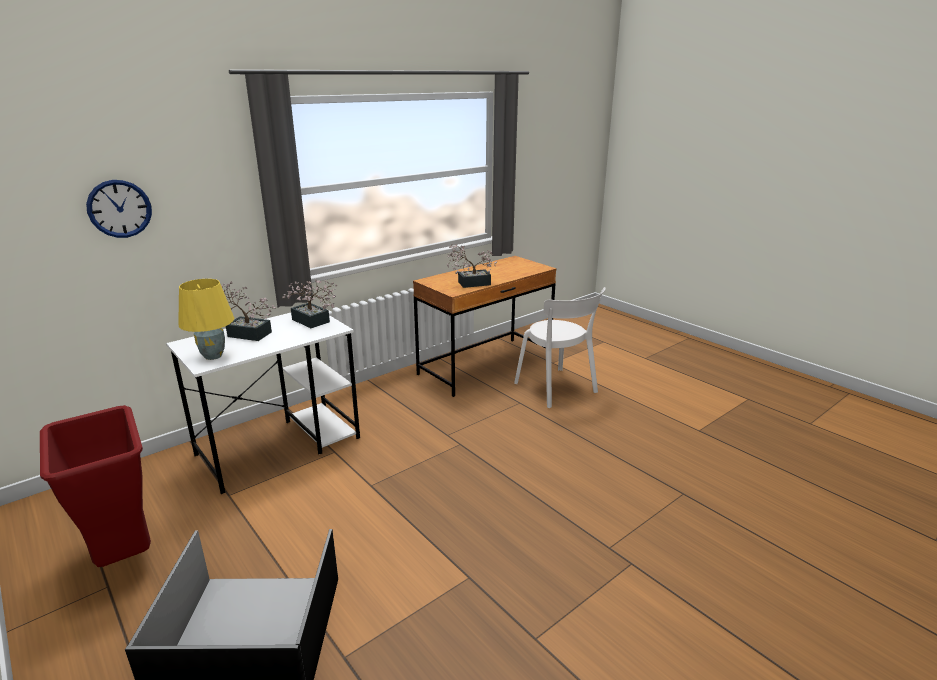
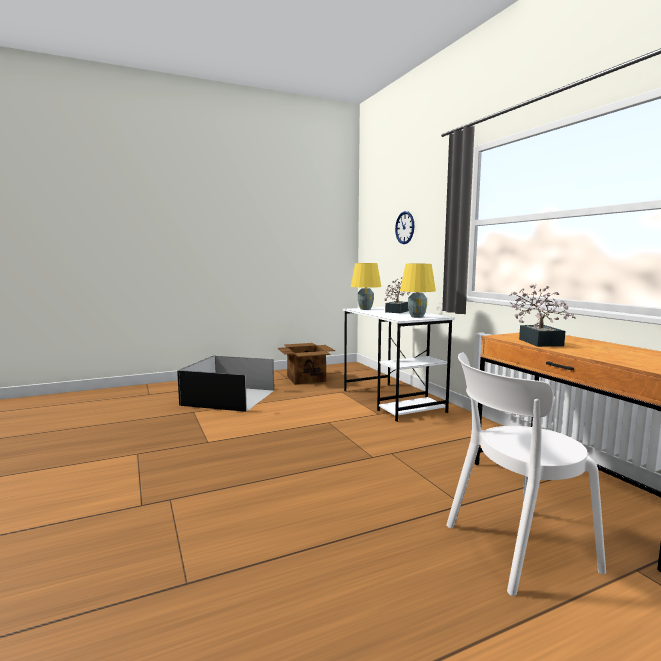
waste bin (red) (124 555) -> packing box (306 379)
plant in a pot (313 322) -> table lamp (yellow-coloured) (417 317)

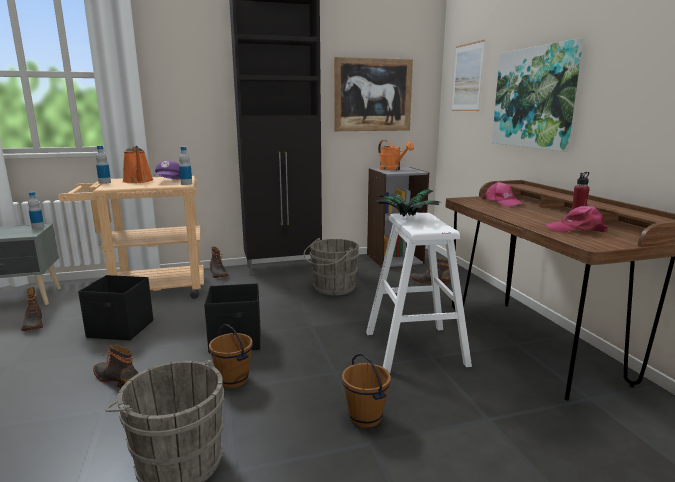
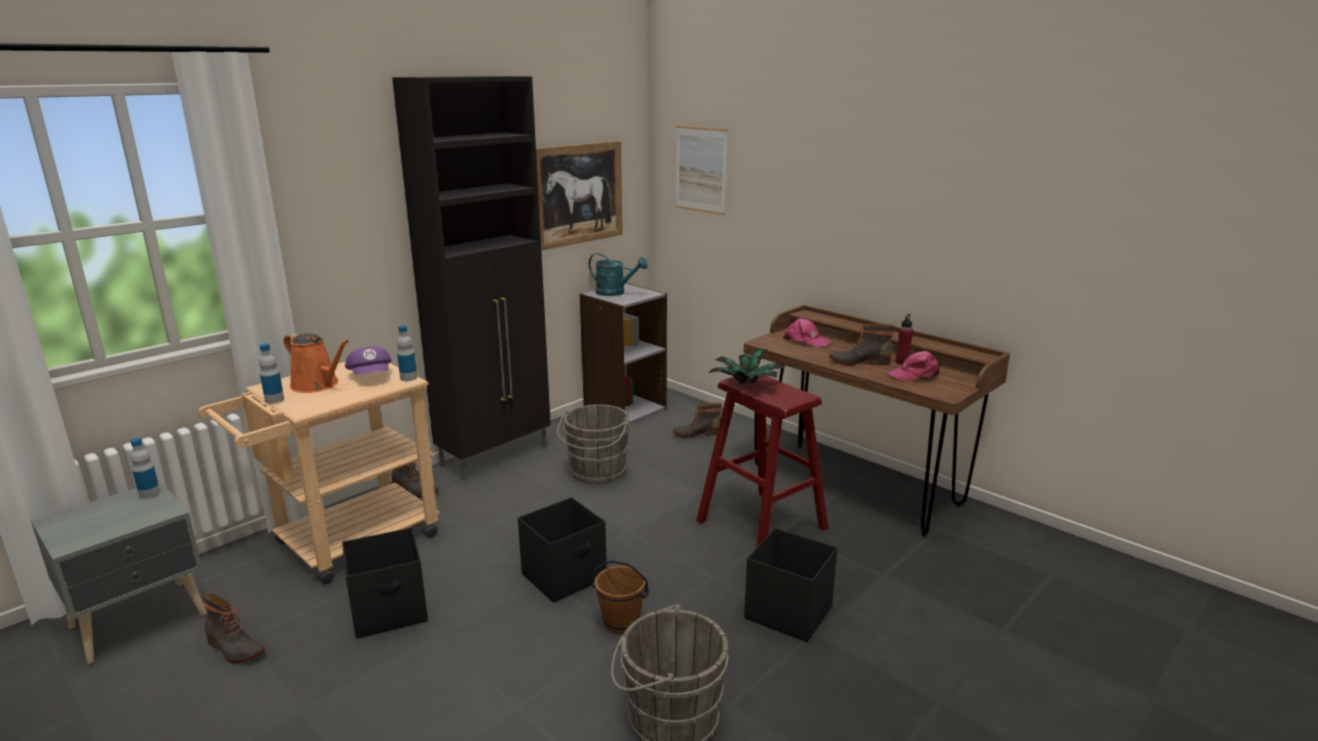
wall art (534 98) -> none
high-top boot (118 379) -> high-top boot (859 361), relocated
pail (brown-coloured) (364 417) -> storage container (blackish) (787 612)
sitting stool (white-coloured) (415 348) -> sitting stool (red) (761 524)
watering pot (orange-coloured) (393 169) -> watering pot (turquoise) (615 293)

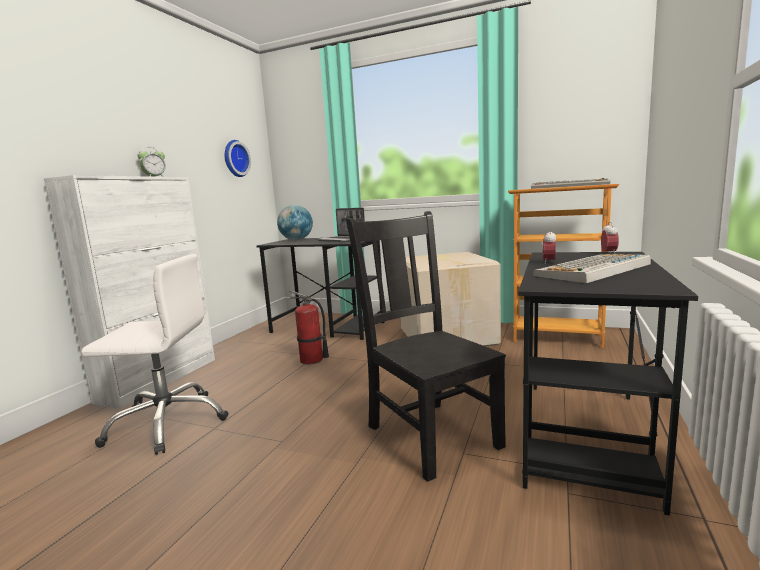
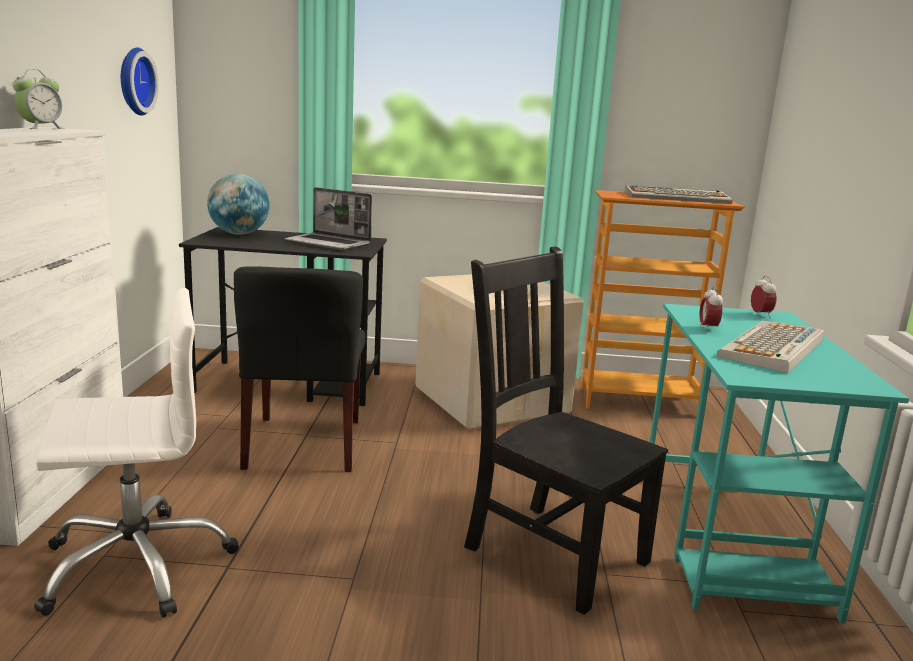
extinguisher (311 360) -> chair (blackish) (304 444)
desk unit (blackish) (585 436) -> desk unit (turquoise) (730 541)

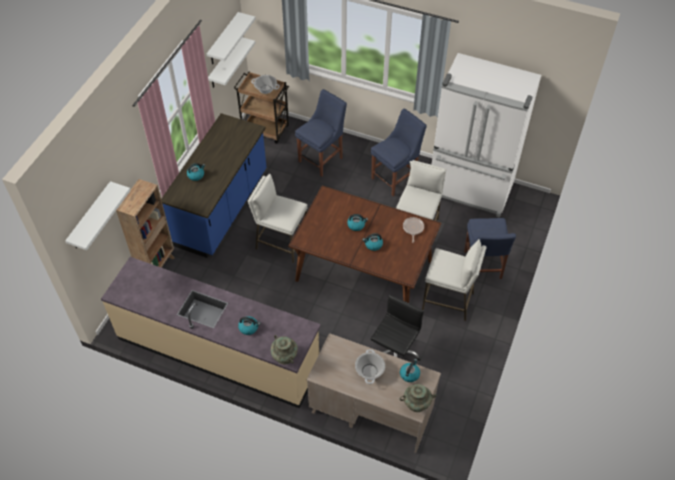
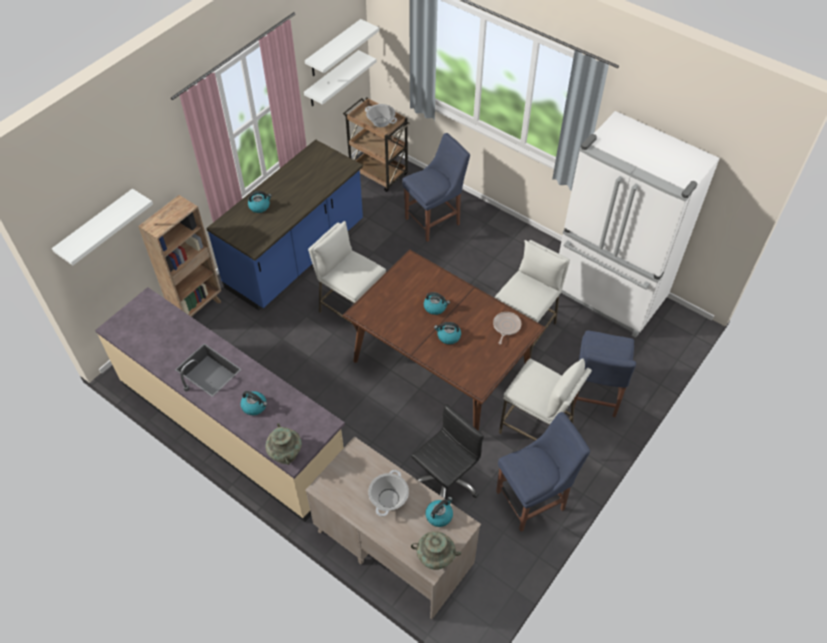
chair (bluish) (395 178) -> chair (bluish) (533 499), relocated

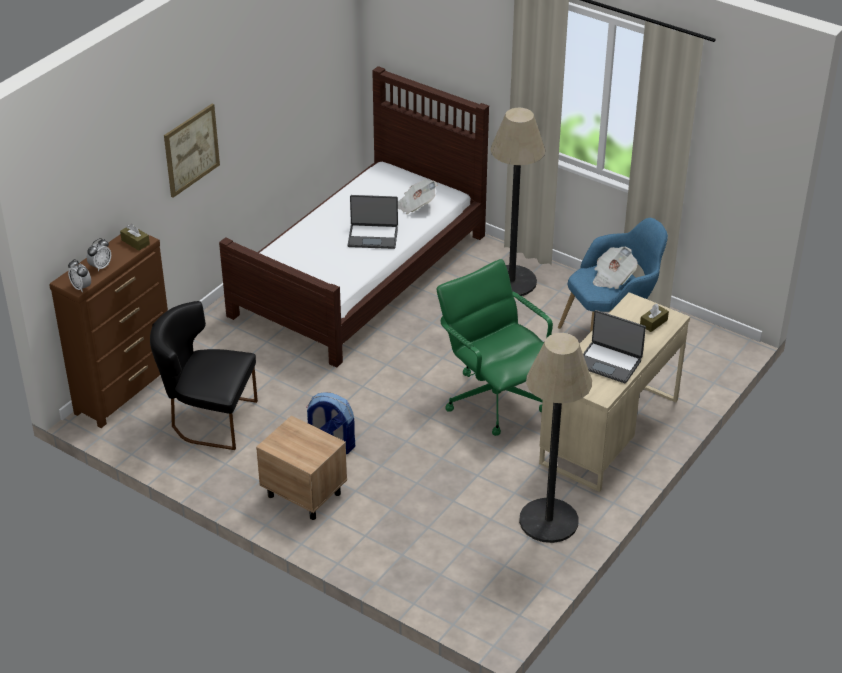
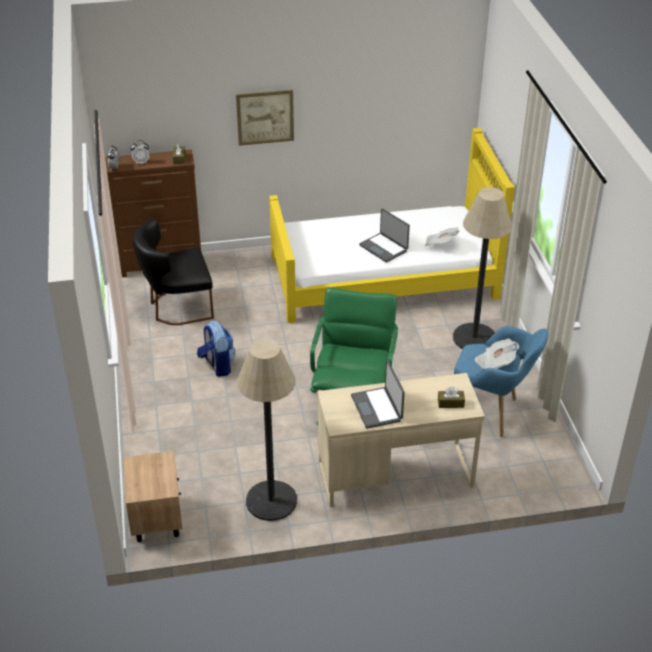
night table (beige-coloured) (303 494) -> night table (beige-coloured) (156 518), relocated
sleeping bed (brown-coloured) (360 274) -> sleeping bed (yellow-coloured) (384 277)
chair (blackish) (208 419) -> chair (blackish) (177 307), 75 degrees counterclockwise

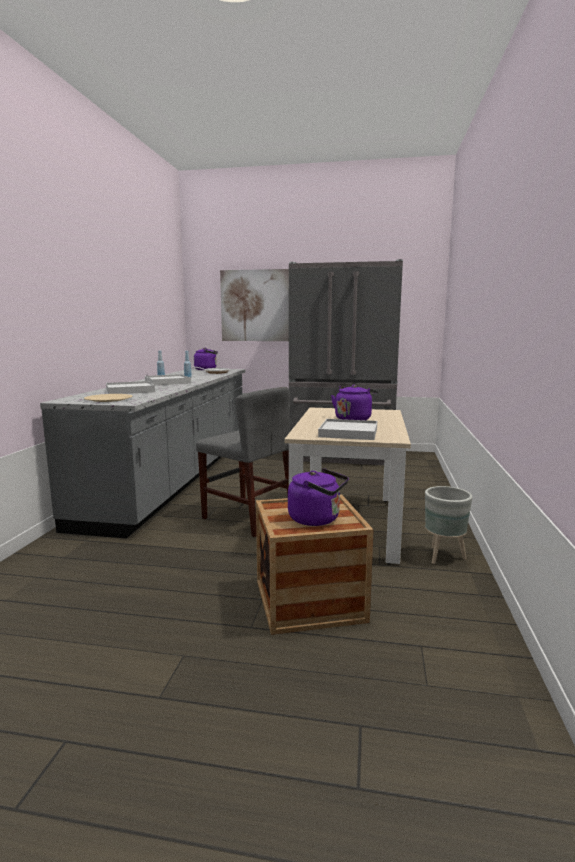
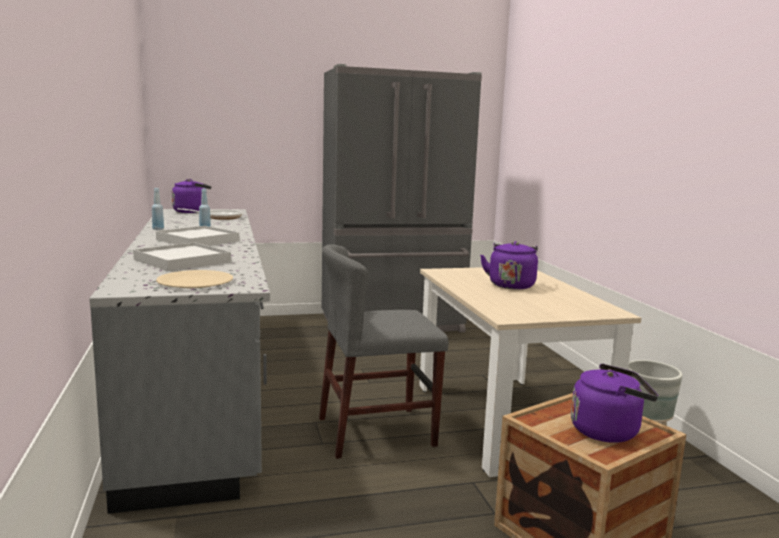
wall art (254 305) -> none
tray (white-coloured) (348 432) -> none
chair (greyish) (248 517) -> chair (greyish) (376 432), 150 degrees clockwise

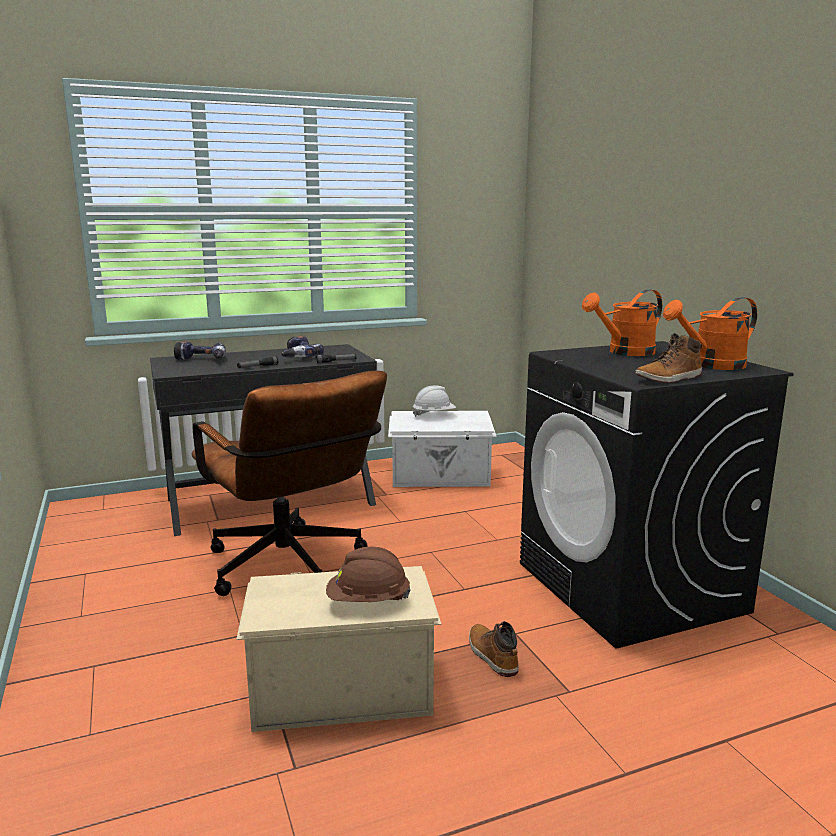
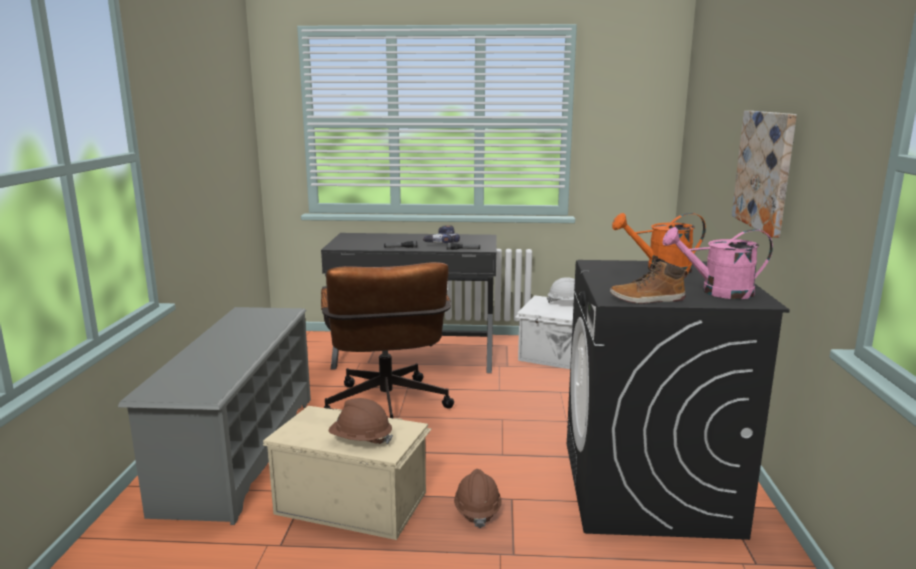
power drill (200 360) -> none
none -> shoe rack (greyish) (239 450)
none -> wall art (765 170)
high-top boot (492 656) -> safety helmet (brown-coloured) (477 510)
watering pot (orange-coloured) (711 365) -> watering pot (pink-coloured) (717 292)

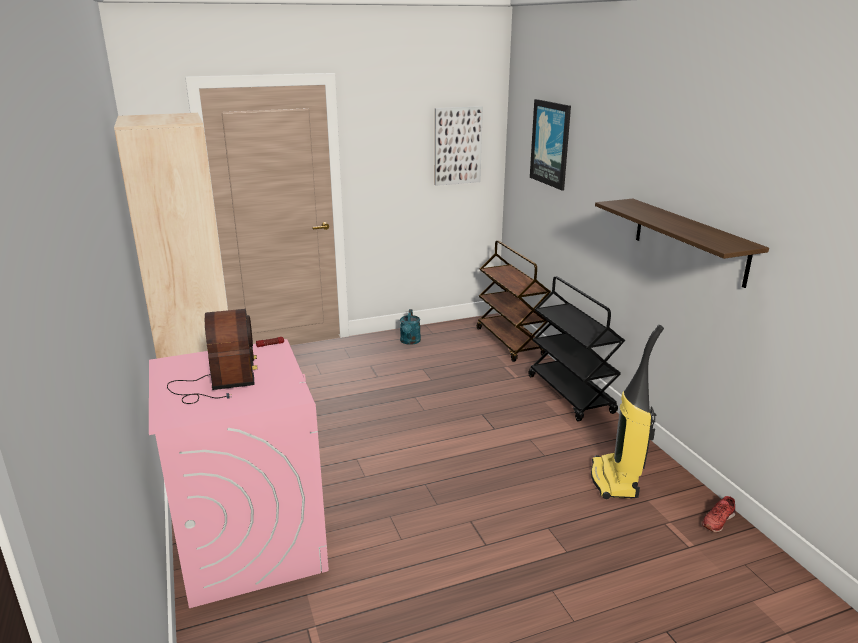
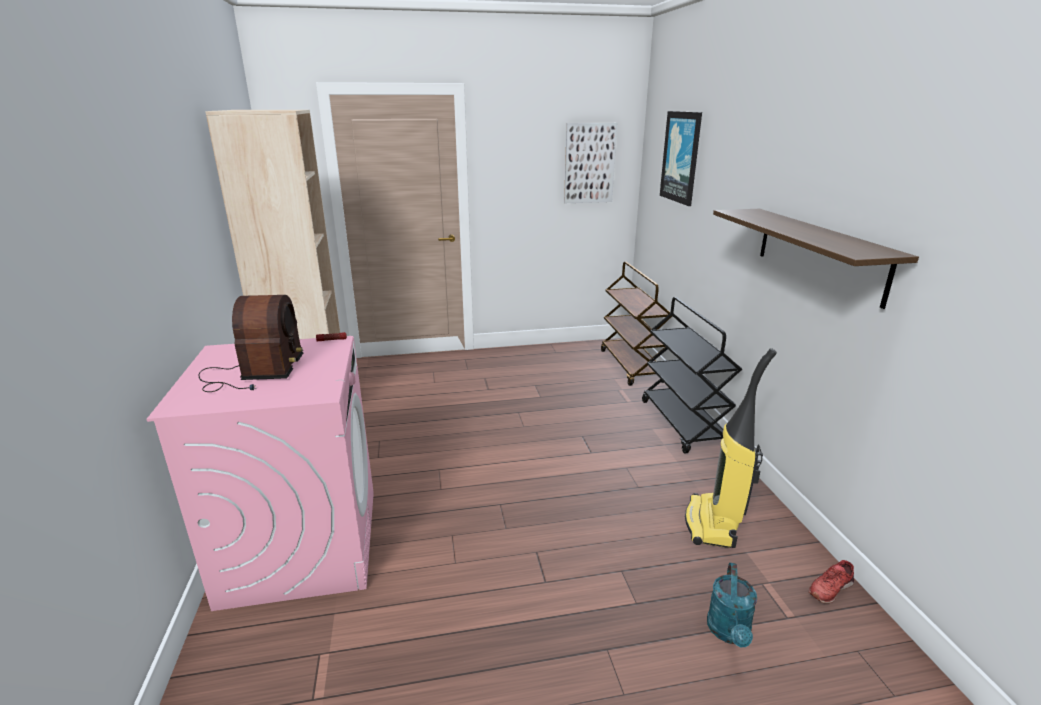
watering pot (turquoise) (410 342) -> watering pot (turquoise) (729 633), relocated

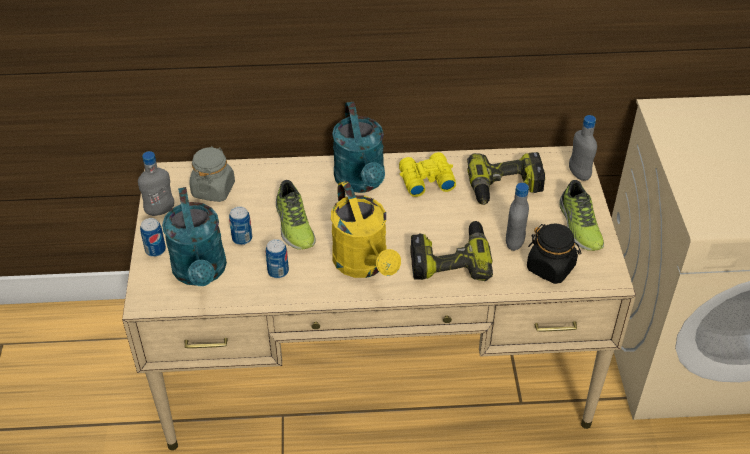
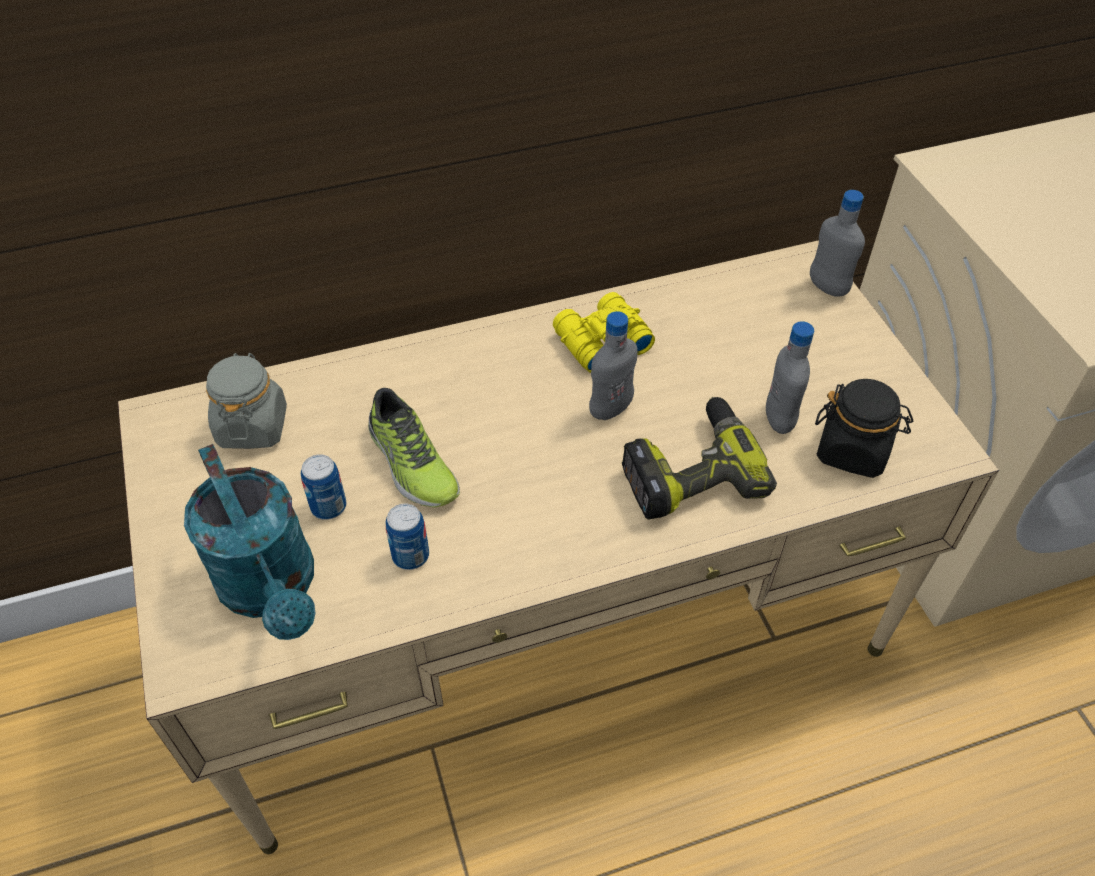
metal can (155 250) -> none
watering pot (yellow-coloured) (364 265) -> none
watering pot (turquoise) (361 182) -> none
power drill (504 188) -> none
shoe (579 226) -> none
bottle (greyish) (160 211) -> bottle (greyish) (610 409), relocated

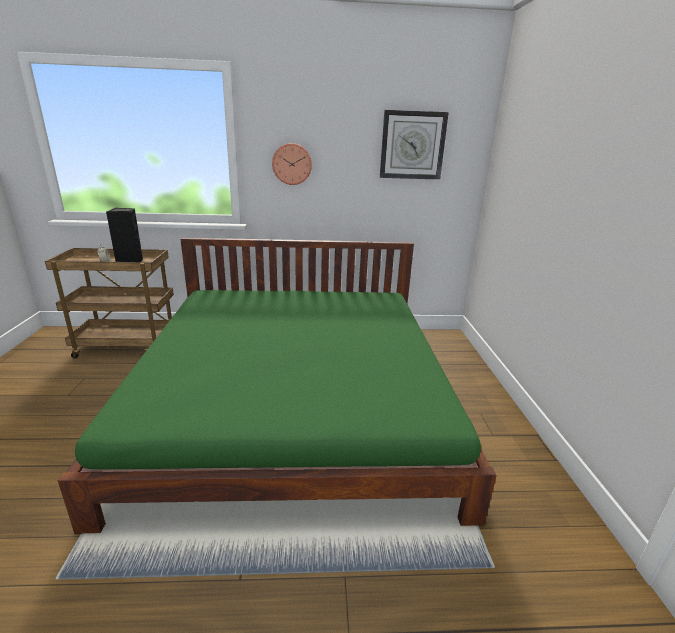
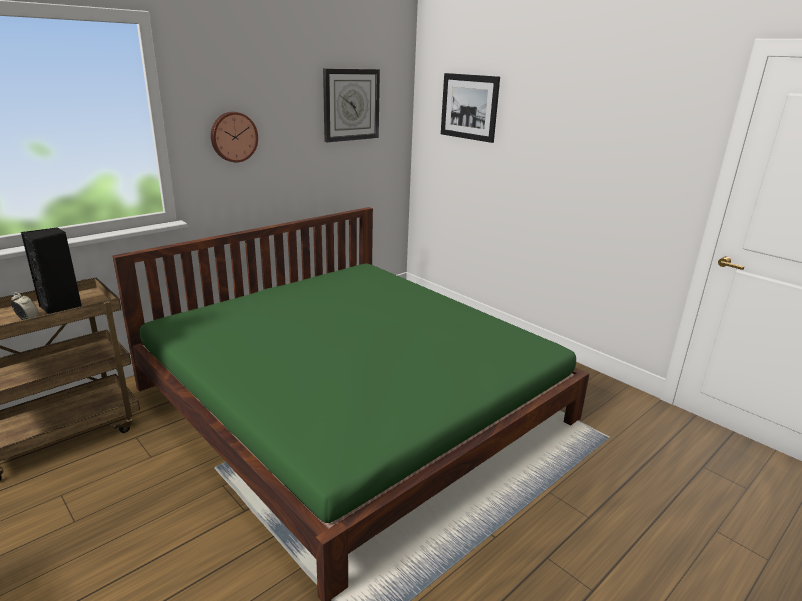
none -> wall art (469 107)

